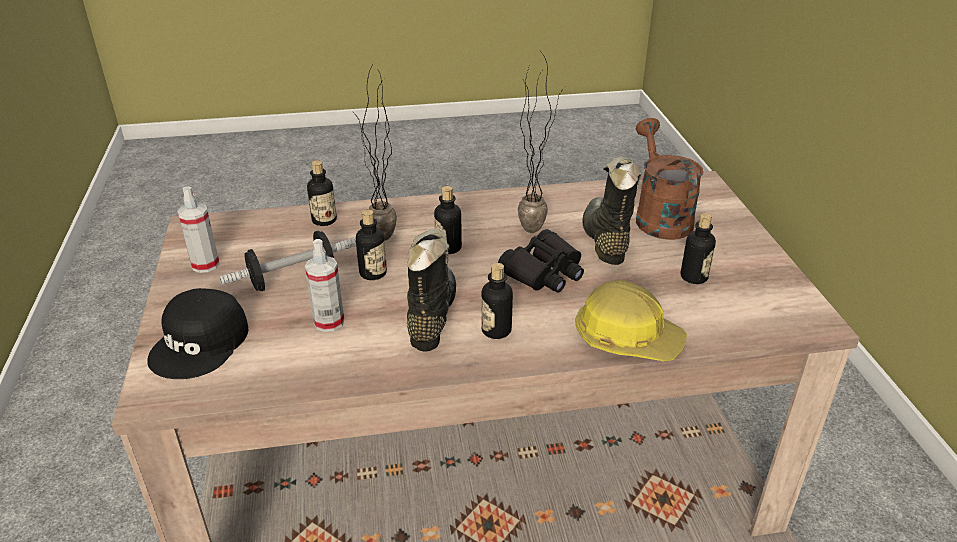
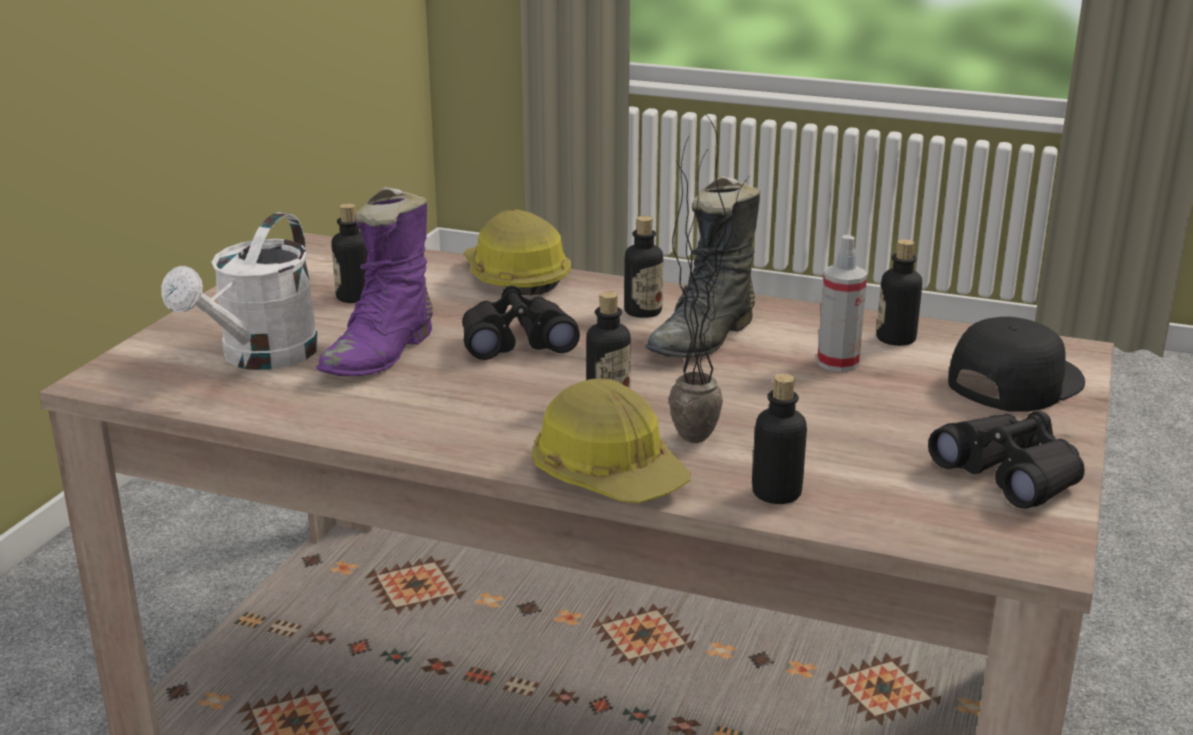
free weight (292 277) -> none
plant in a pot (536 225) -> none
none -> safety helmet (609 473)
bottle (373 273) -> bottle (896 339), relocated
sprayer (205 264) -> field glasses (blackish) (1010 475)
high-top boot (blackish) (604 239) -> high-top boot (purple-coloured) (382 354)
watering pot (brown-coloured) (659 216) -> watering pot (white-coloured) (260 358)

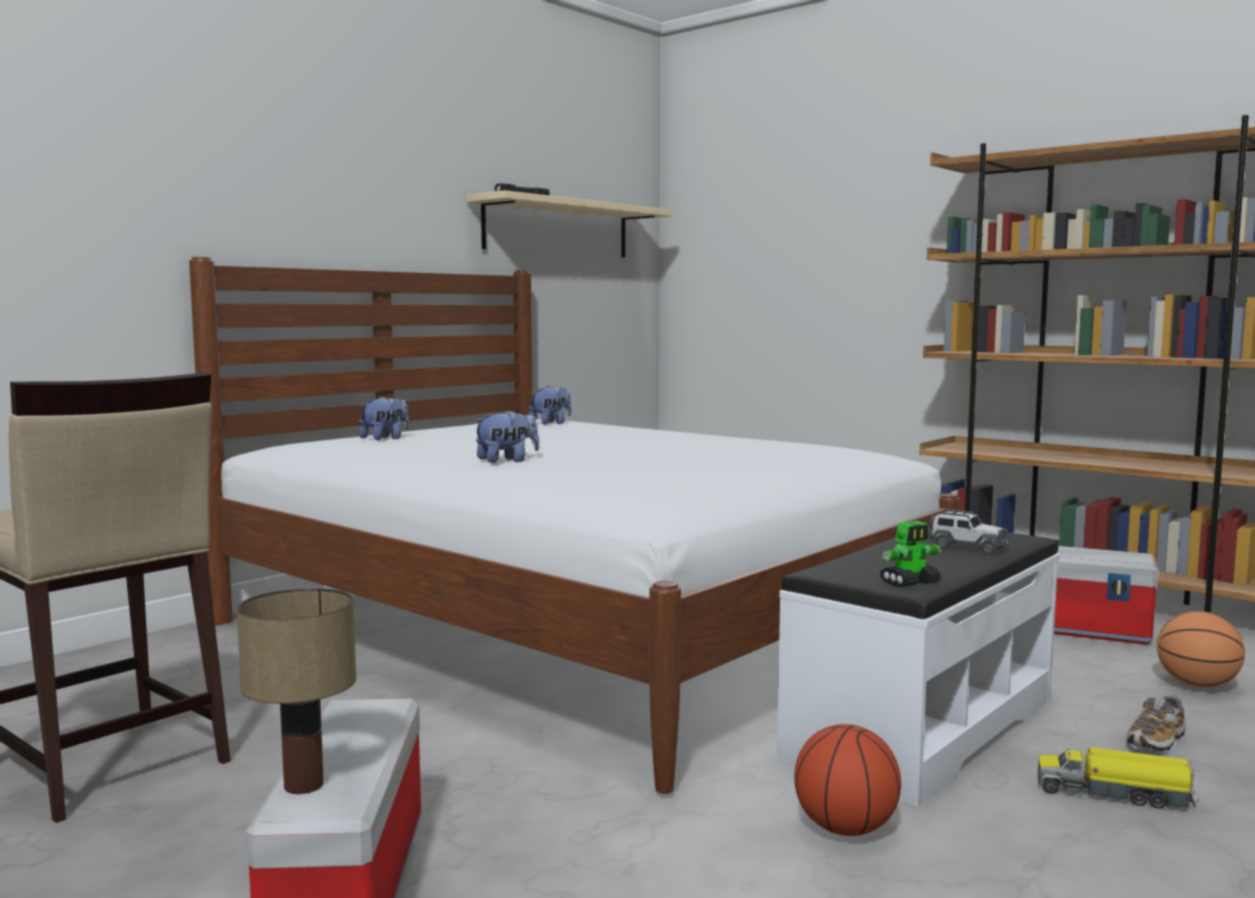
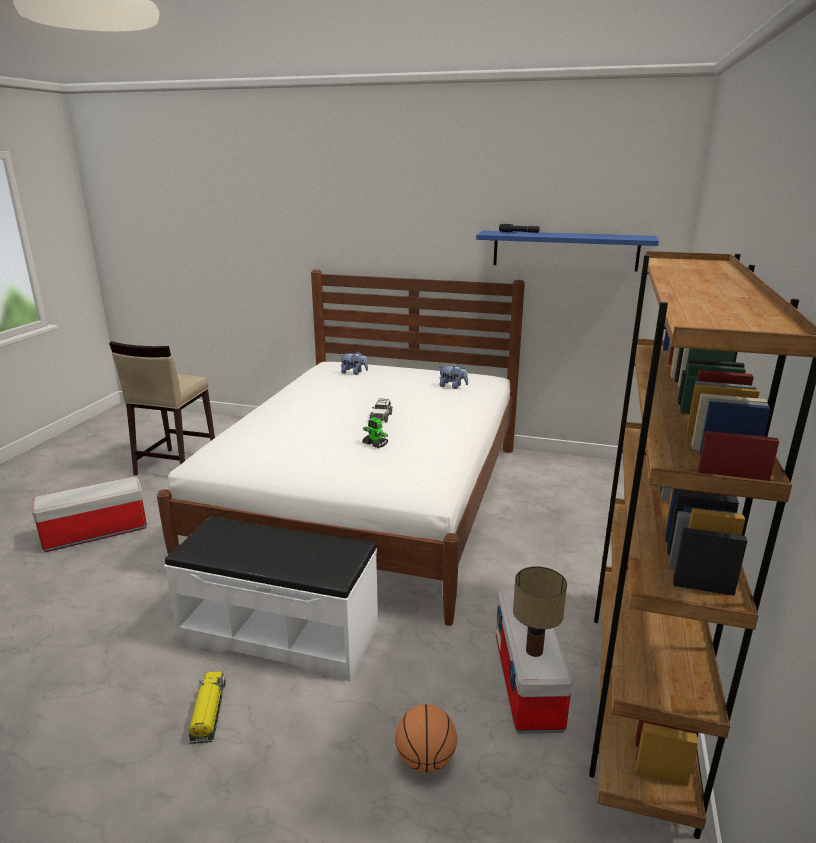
cuddly toy (507 461) -> none
basketball (846 829) -> none
shoe (1156 742) -> none
table lamp (305 786) -> table lamp (534 651), relocated
model robot (910 583) -> model robot (375 444), relocated
model car (967 547) -> model car (381 417), relocated
shelf (beige-coloured) (557 229) -> shelf (bluish) (565 250)

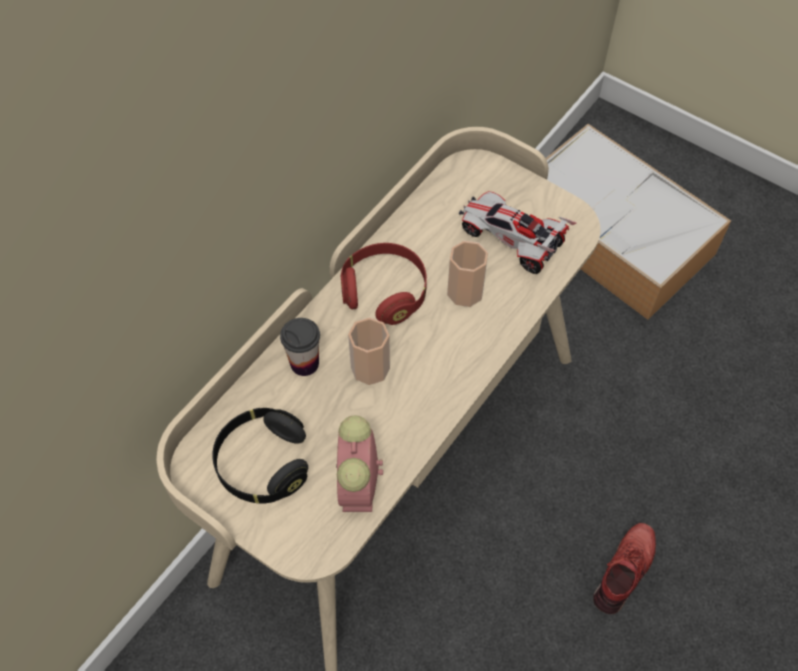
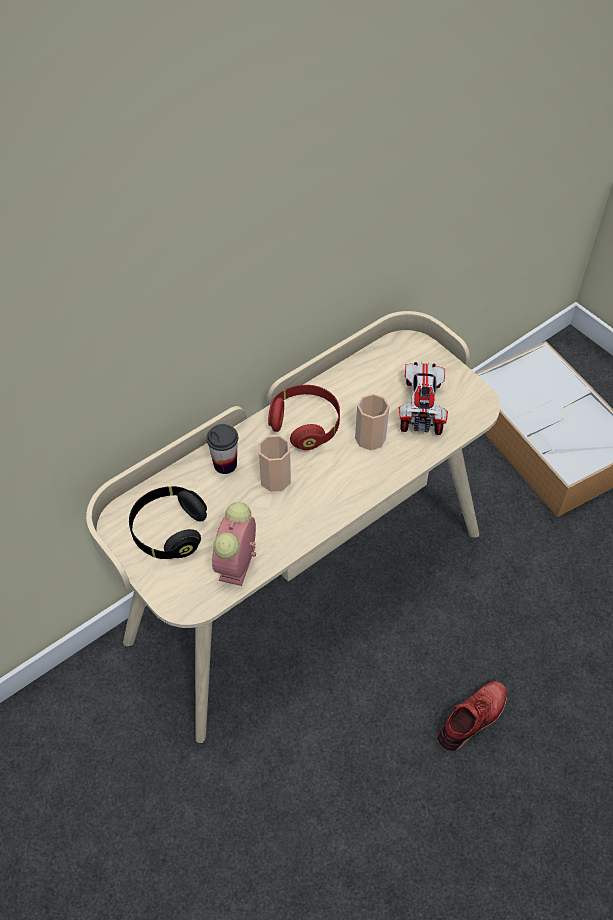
model car (511 240) -> model car (421 407), 45 degrees clockwise

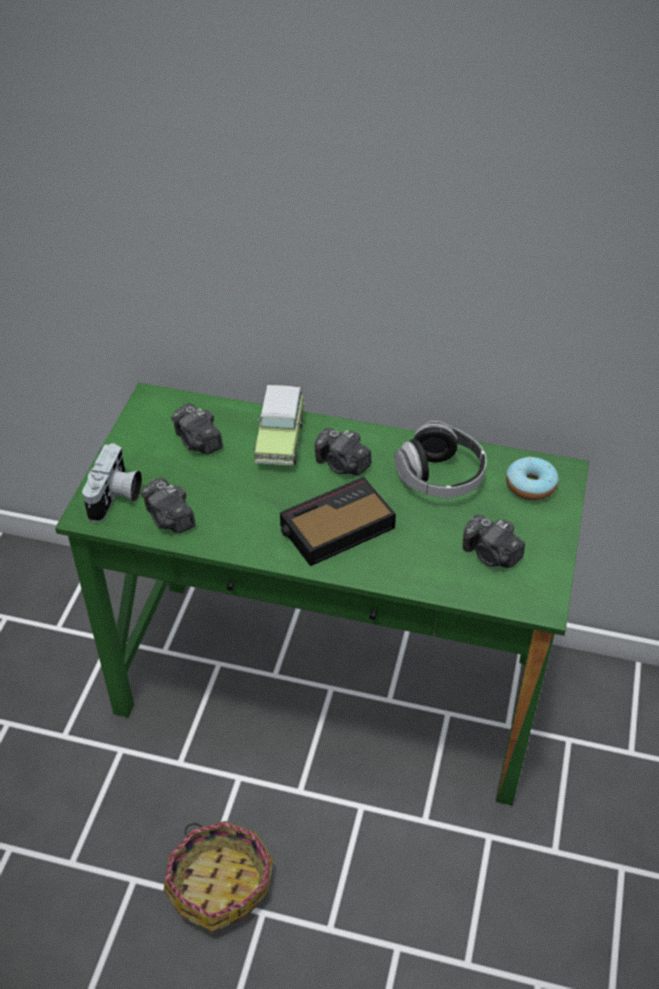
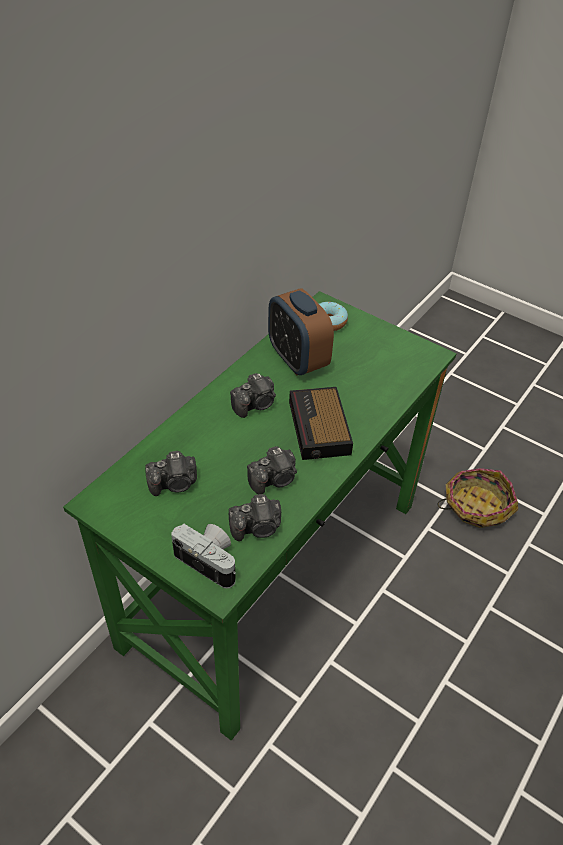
model car (280 439) -> none
basket (220 882) -> basket (476 505), relocated
still camera (491 555) -> still camera (274 480), relocated
headphones (440 477) -> alarm clock (297 359)

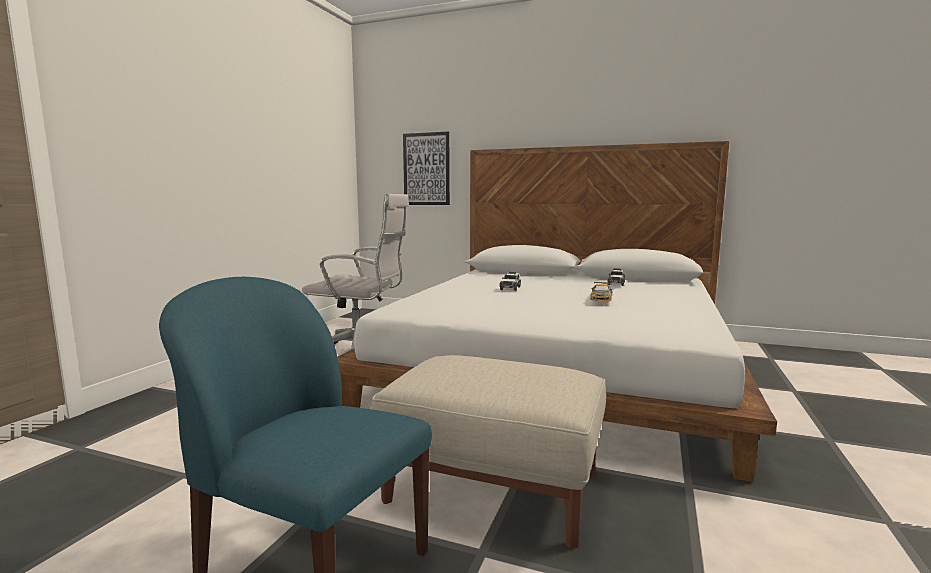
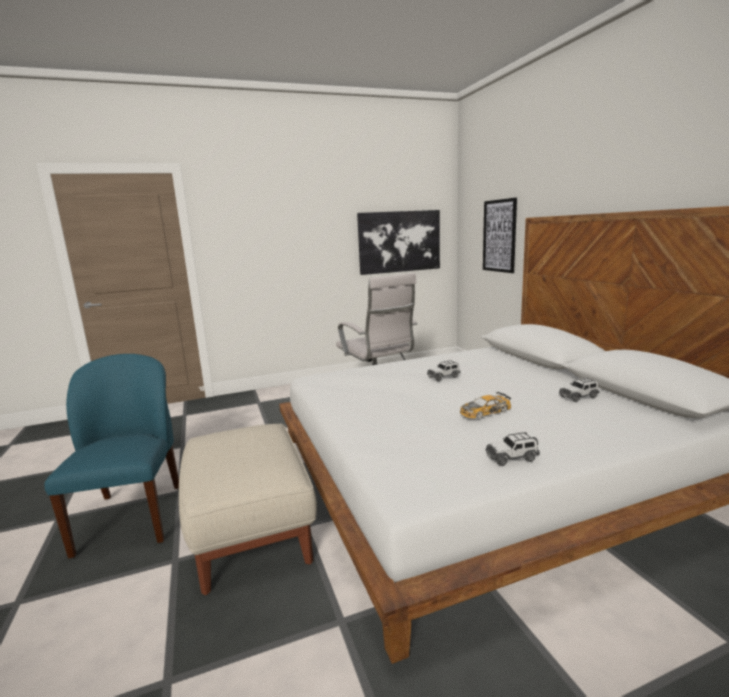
none -> wall art (399 241)
none -> model car (512 457)

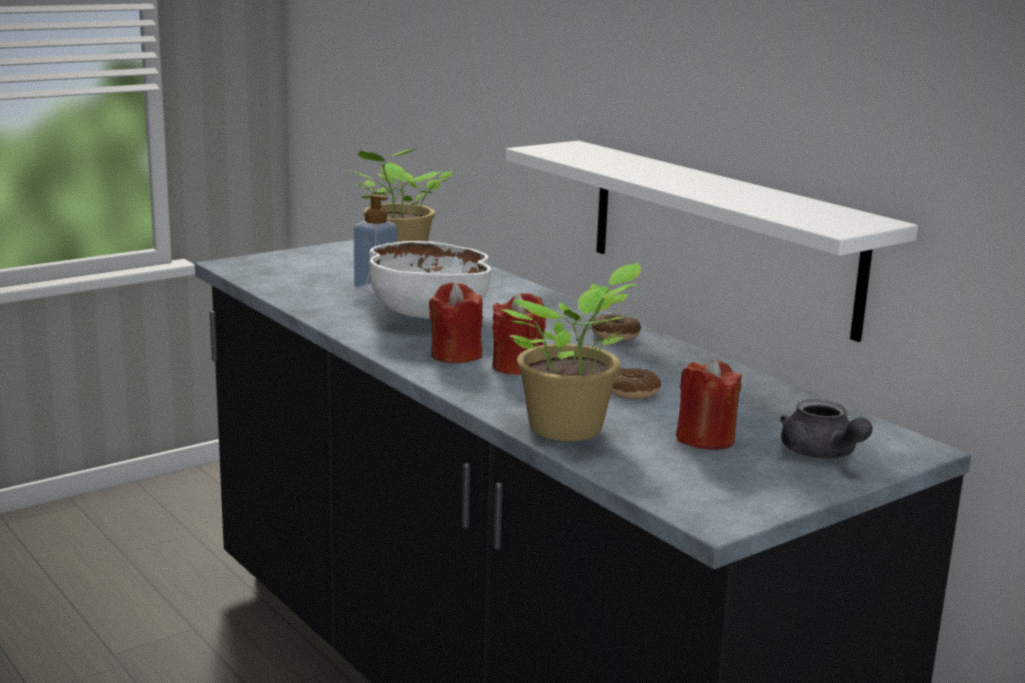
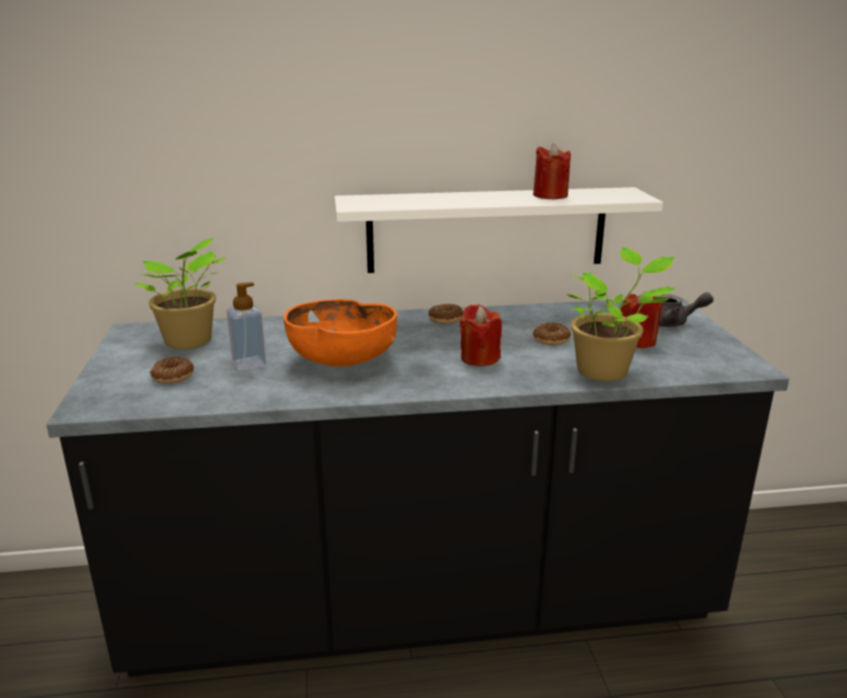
none -> donut (173 376)
wax candle (red) (456 355) -> wax candle (red) (550 195), relocated
deep dish (white-coloured) (428 316) -> deep dish (orange-coloured) (342 361)

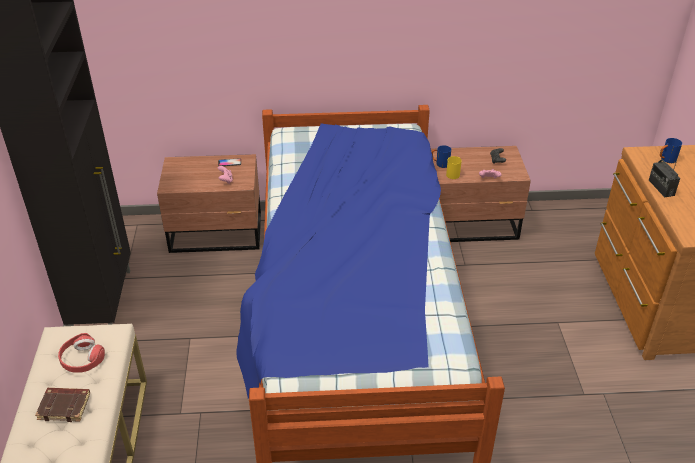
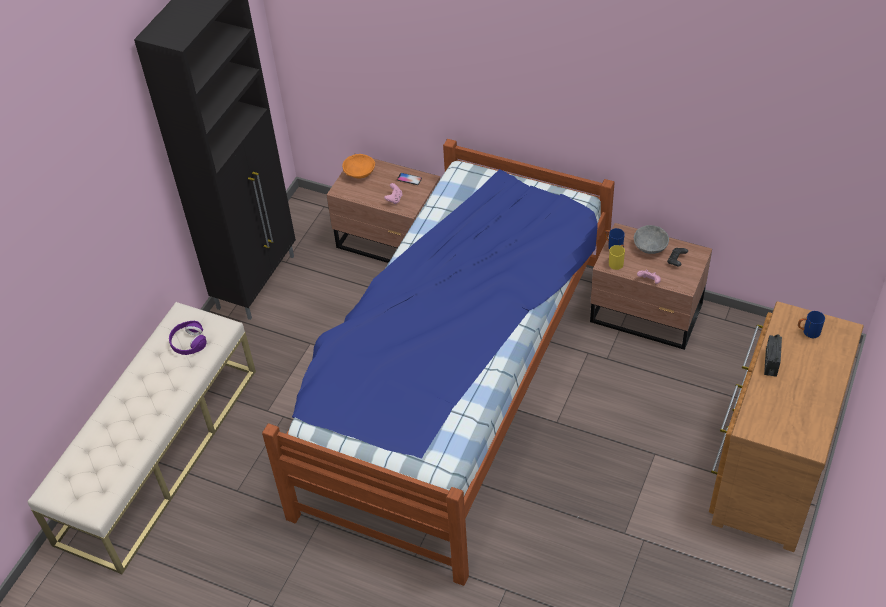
volume (brown-coloured) (65 406) -> none
none -> deep dish (orange-coloured) (359 174)
none -> deep dish (greyish) (650 246)
headphones (red) (82 359) -> headphones (purple-coloured) (188 342)

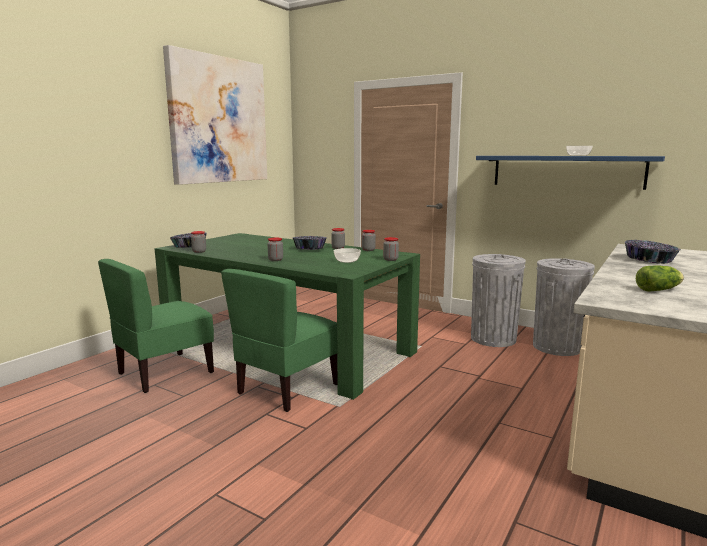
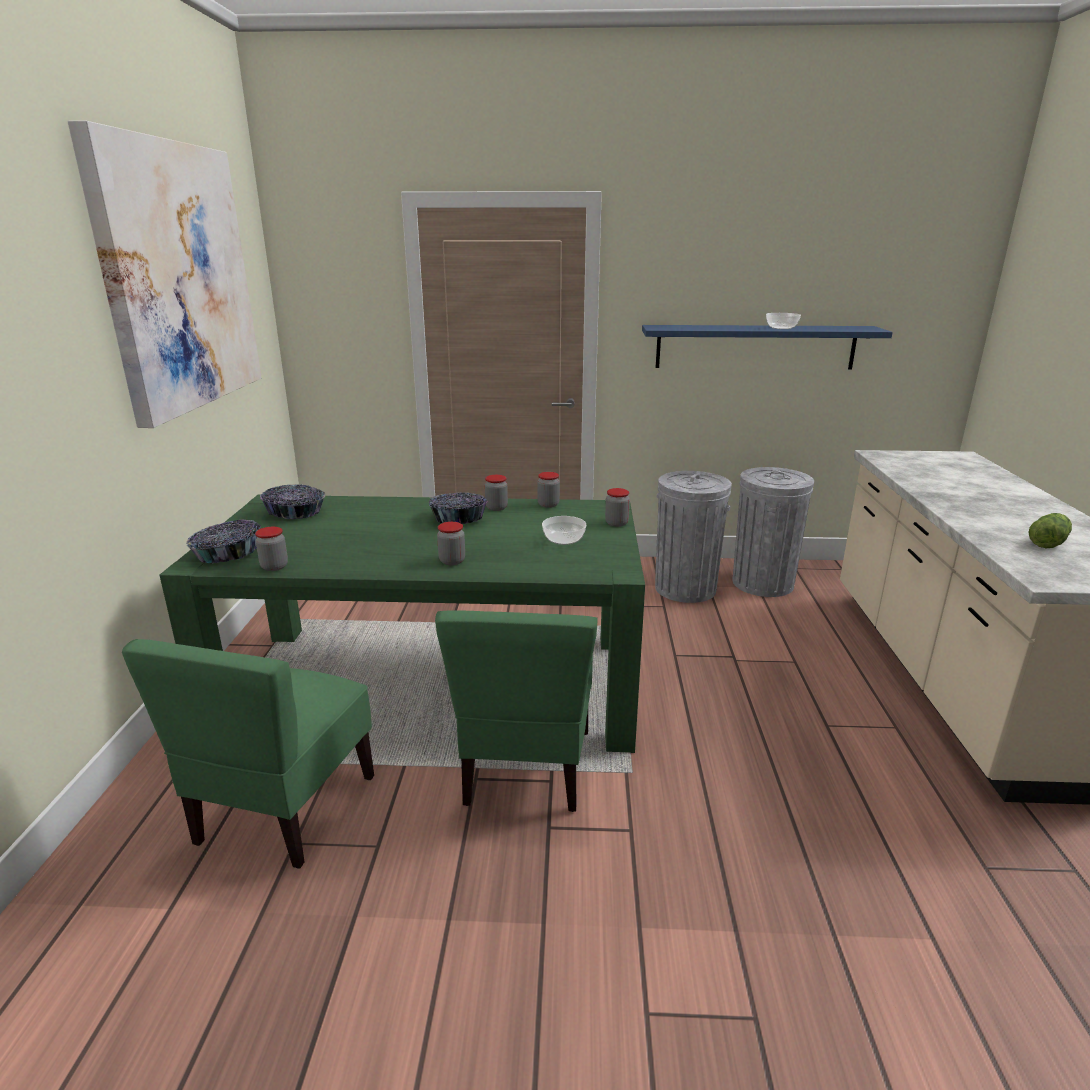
deep dish (649 260) -> deep dish (295 513), relocated

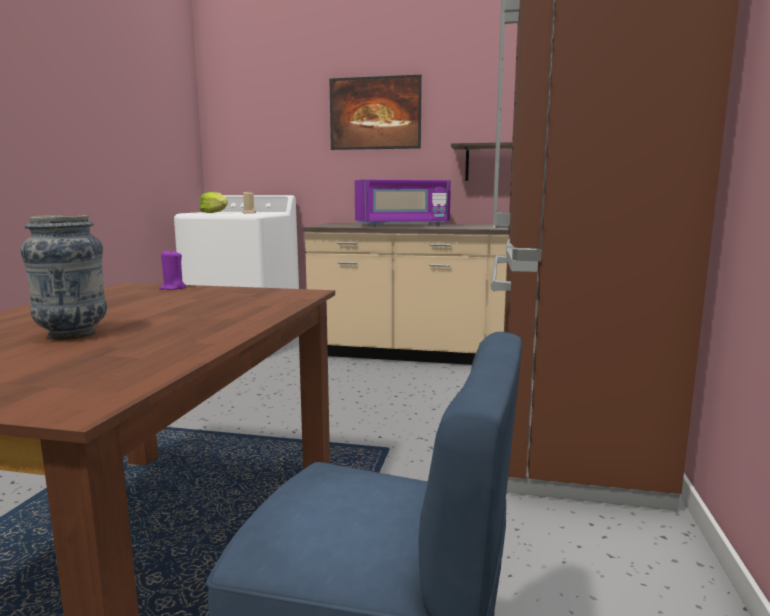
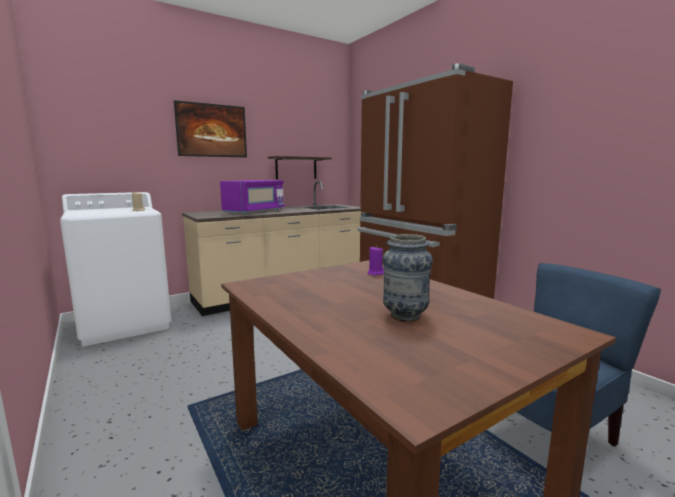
head of lettuce (215 213) -> none
wax candle (purple-coloured) (173 288) -> wax candle (purple-coloured) (375 273), relocated

